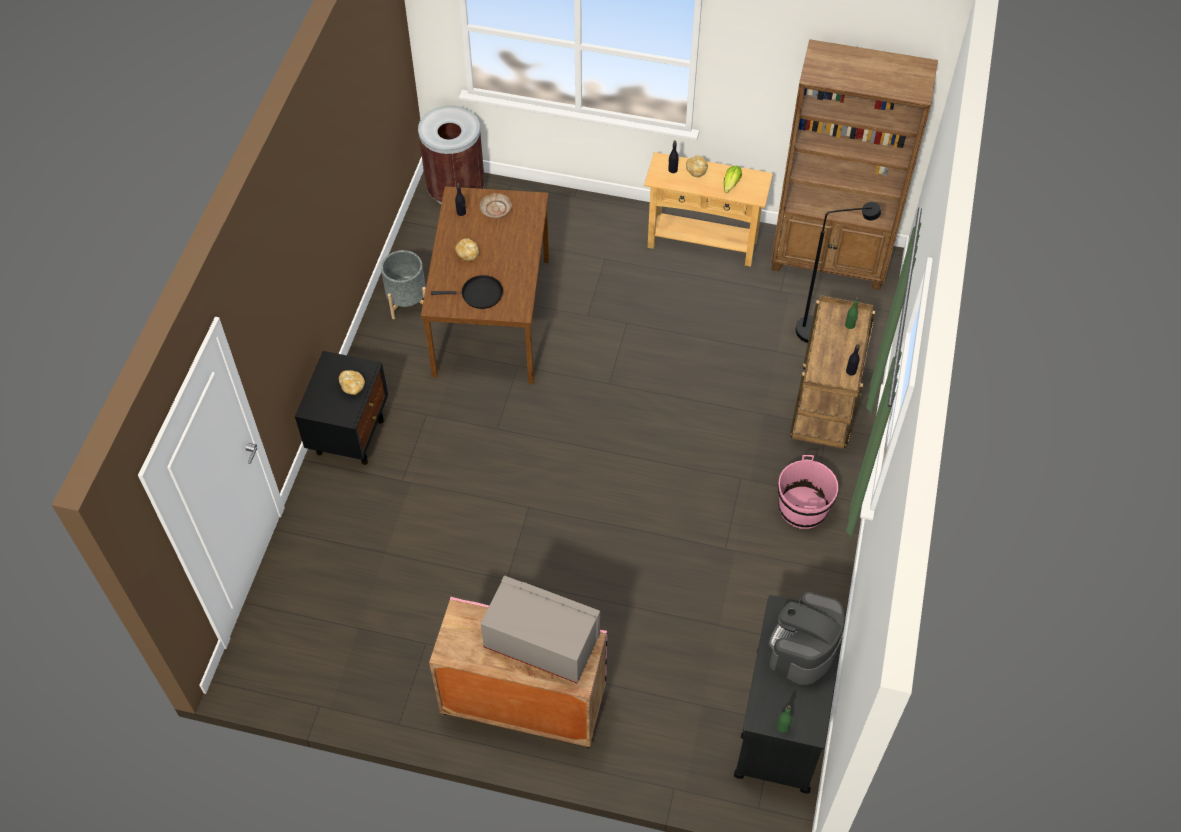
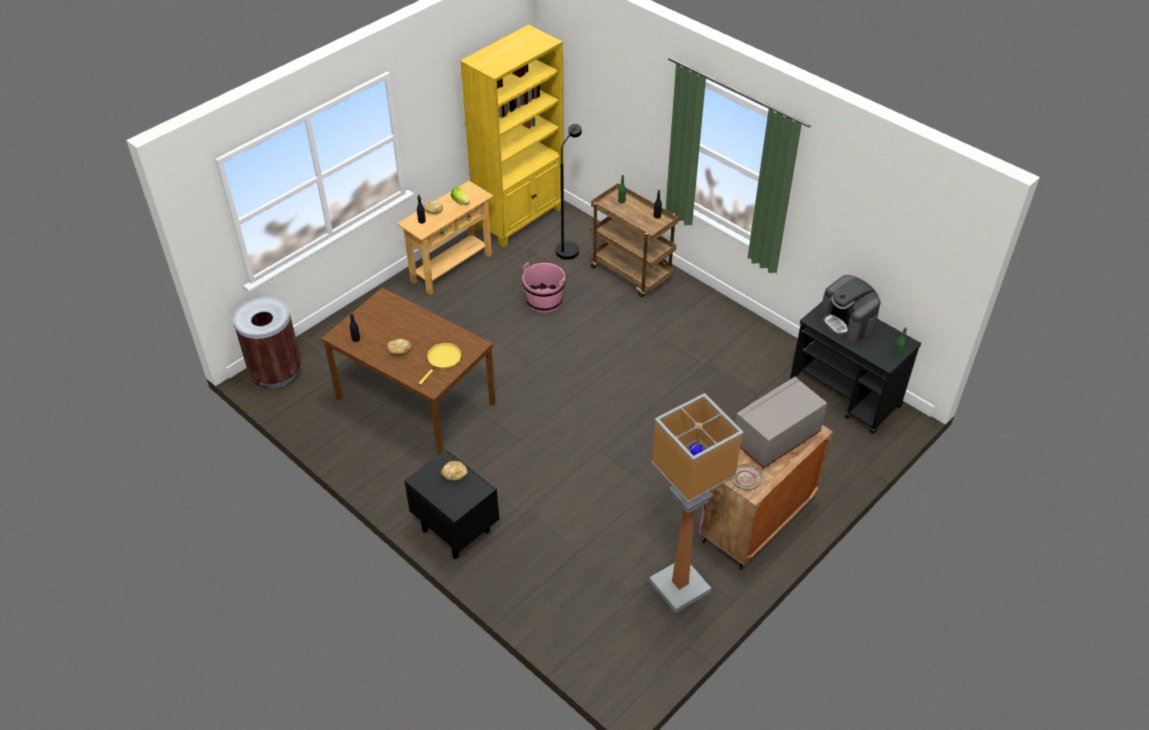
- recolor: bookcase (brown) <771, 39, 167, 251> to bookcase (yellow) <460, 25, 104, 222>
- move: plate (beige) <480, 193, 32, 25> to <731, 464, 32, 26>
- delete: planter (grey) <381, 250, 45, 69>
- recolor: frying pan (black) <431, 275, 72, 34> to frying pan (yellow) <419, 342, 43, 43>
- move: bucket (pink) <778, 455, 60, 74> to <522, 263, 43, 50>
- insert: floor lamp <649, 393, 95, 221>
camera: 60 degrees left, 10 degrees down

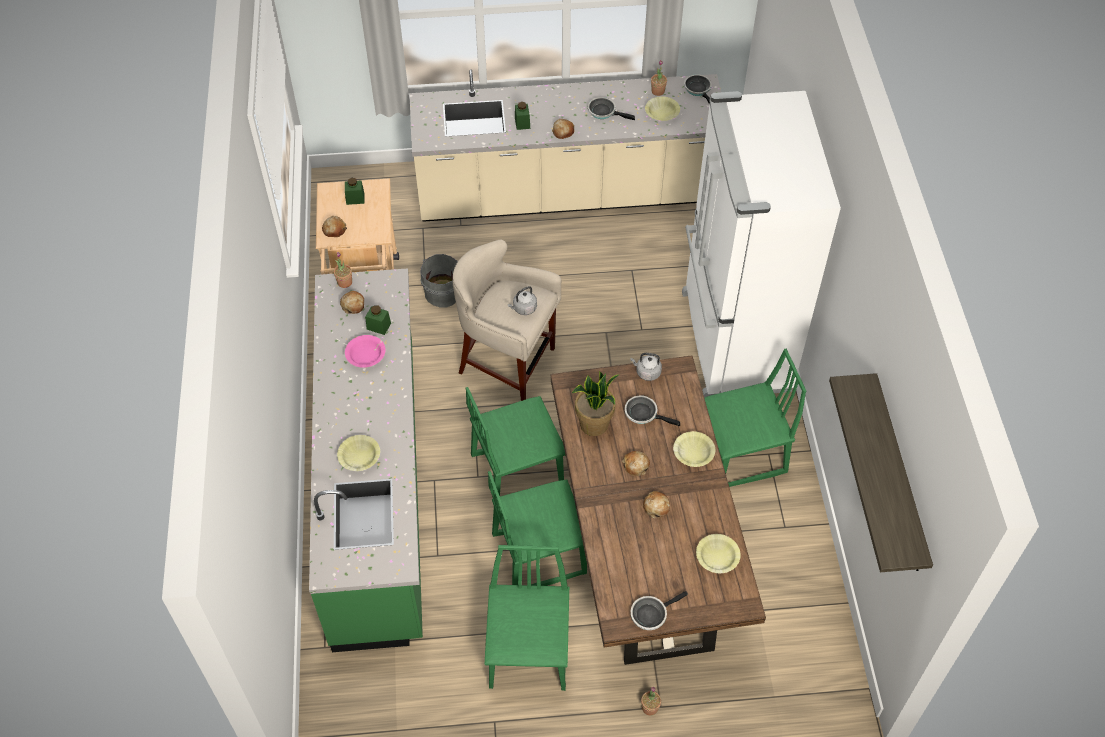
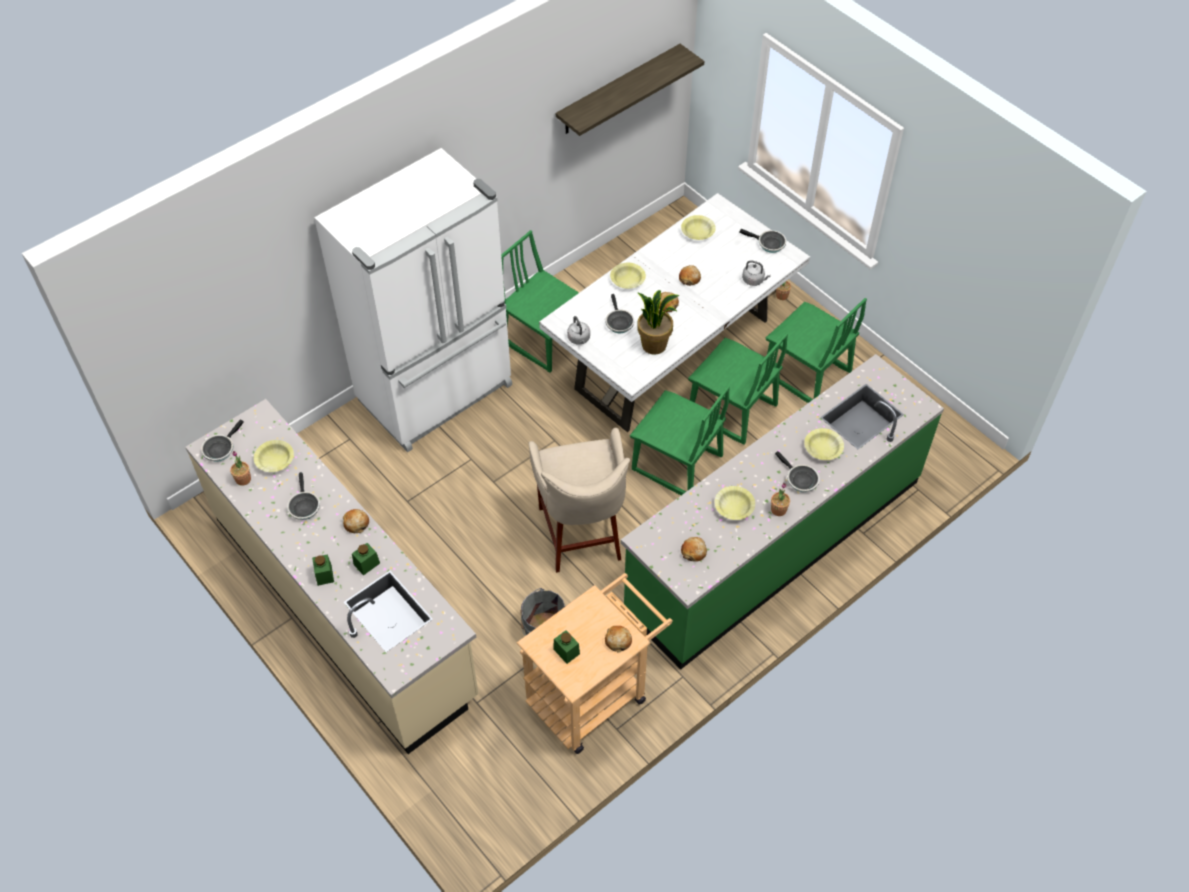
- move: potted plant <334, 252, 18, 36> to <771, 483, 19, 33>
- move: kettle (grey) <508, 286, 29, 29> to <742, 260, 29, 26>
- move: jar (green) <365, 305, 26, 30> to <312, 554, 22, 32>
- recolor: bowl (pink) <345, 335, 40, 33> to bowl (yellow) <715, 486, 40, 34>
- recolor: dining table (brown) <551, 355, 215, 310> to dining table (white) <539, 193, 271, 239>
- rotate: chair (green) <485, 545, 84, 146> = <766, 298, 101, 105> 105 degrees counterclockwise
- insert: frying pan <775, 451, 45, 41>
camera: 125 degrees left, 0 degrees up

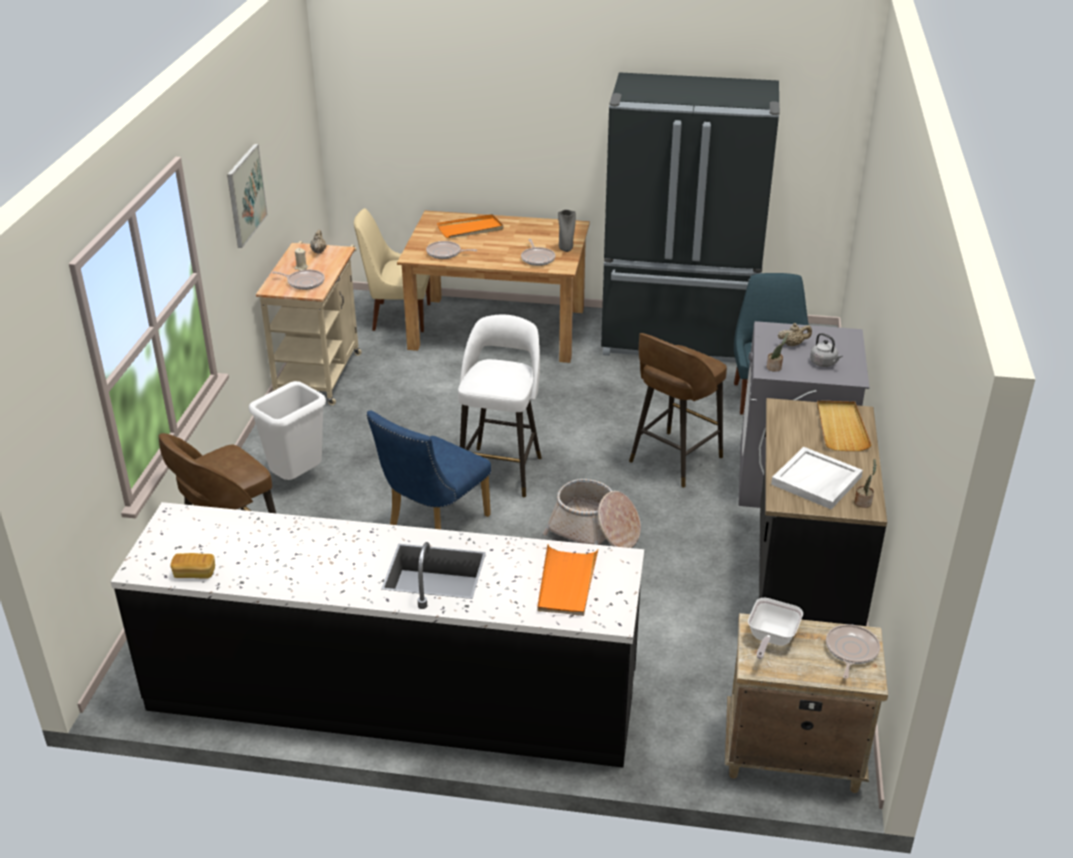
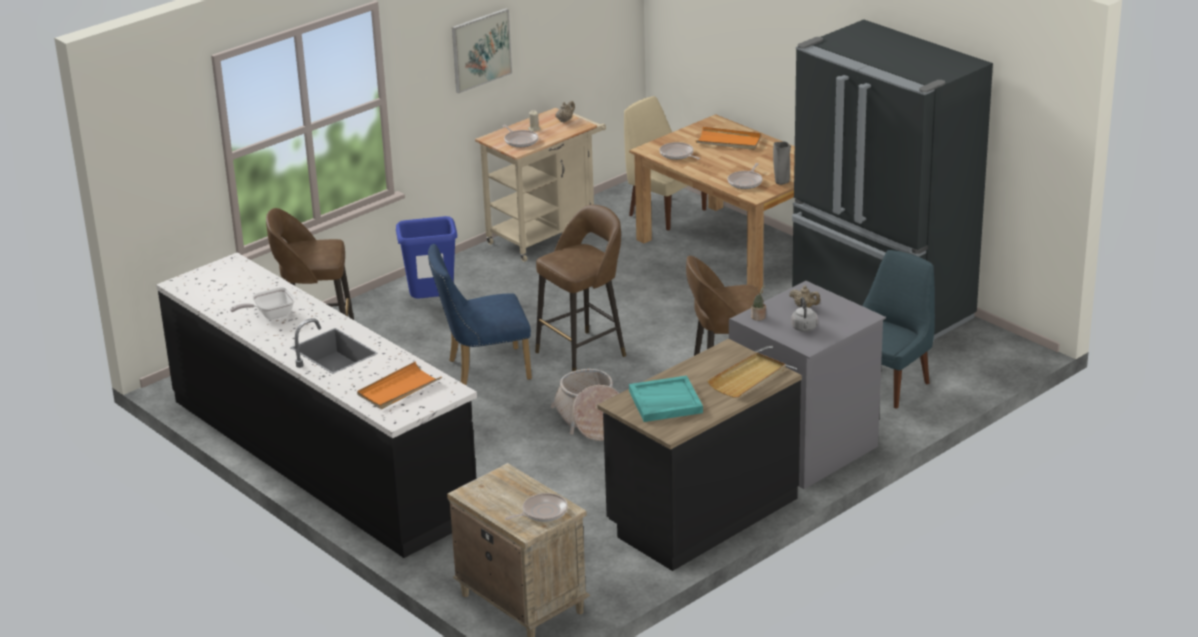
- recolor: stool (white) <458, 315, 84, 183> to stool (brown) <535, 205, 91, 166>
- recolor: trash can (white) <249, 381, 77, 99> to trash can (blue) <396, 216, 61, 82>
- recolor: tray (white) <771, 447, 92, 62> to tray (turquoise) <629, 376, 74, 46>
- delete: potted plant <854, 459, 22, 49>
- delete: bread <171, 553, 44, 26>
- move: frying pan <748, 598, 55, 61> to <230, 287, 65, 33>
camera: 40 degrees right, 5 degrees down

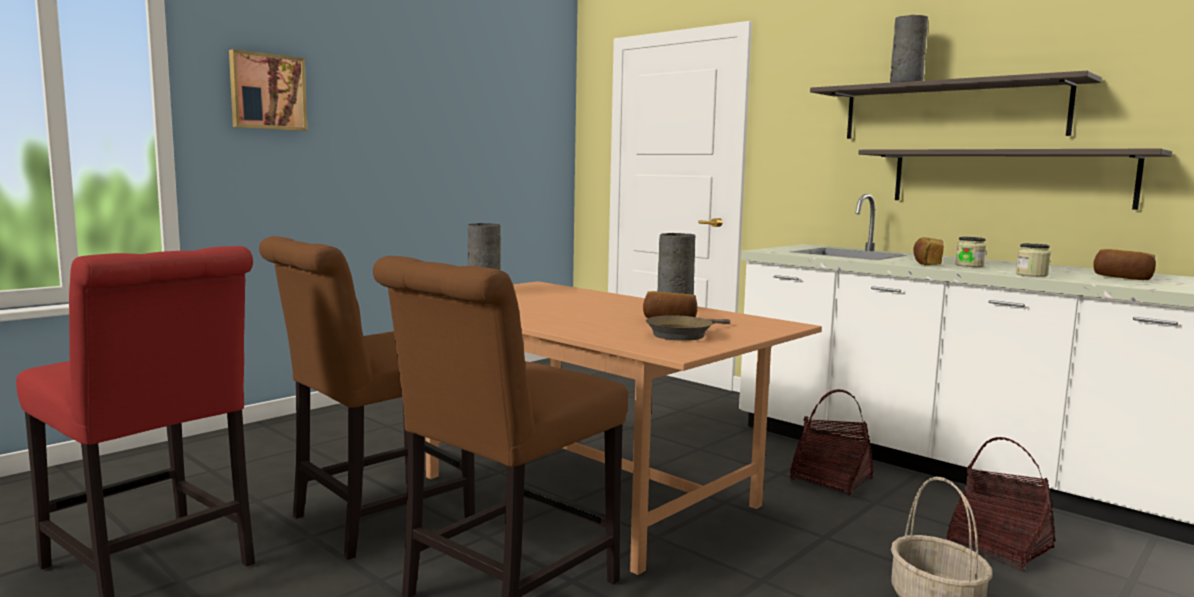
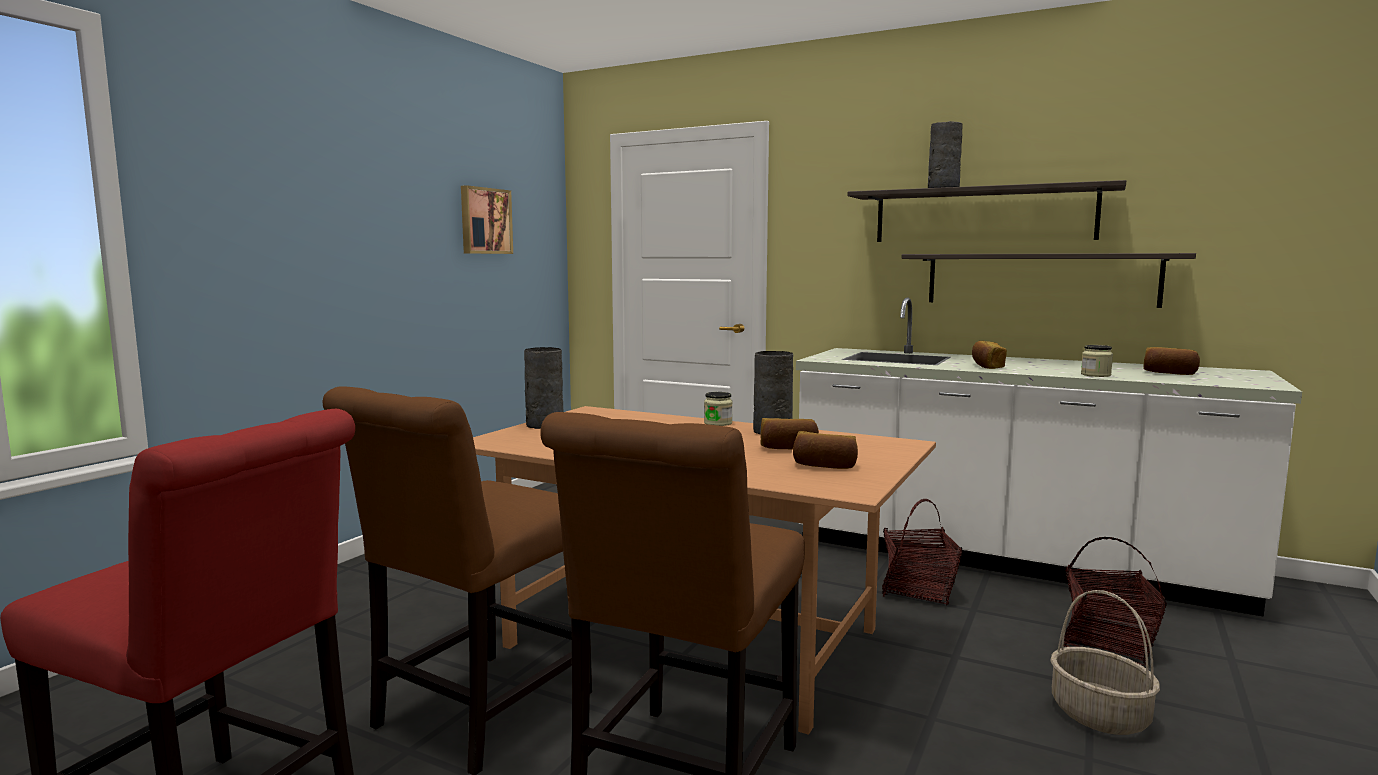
- move: picture <229, 49, 78, 82> to <461, 185, 52, 69>
- move: jar <955, 237, 31, 30> to <704, 392, 29, 34>
- replace: frying pan (brown) <646, 315, 84, 26> to bread <793, 431, 65, 38>
camera: 15 degrees left, 0 degrees up

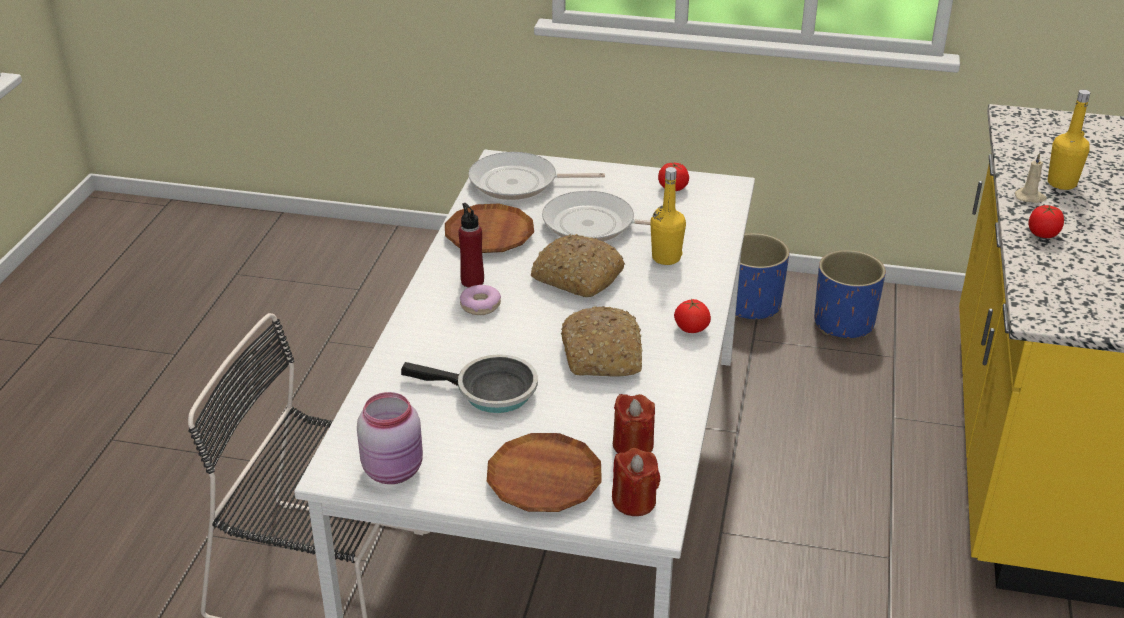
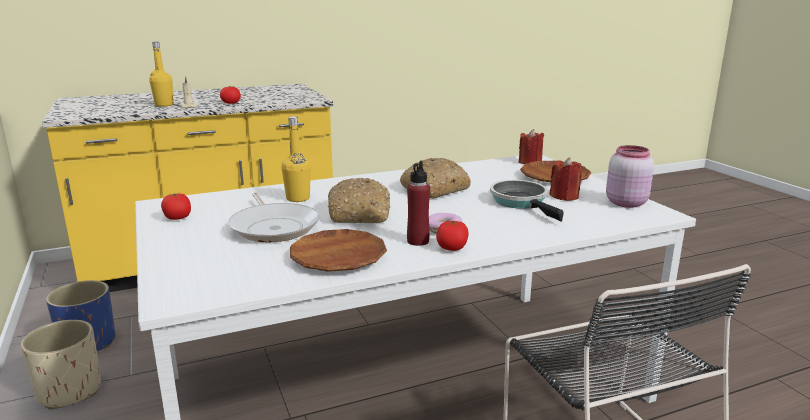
- delete: frying pan <468, 152, 137, 48>
- recolor: planter (blue) <735, 233, 54, 86> to planter (beige) <21, 320, 80, 90>
- move: tomato <674, 299, 37, 34> to <436, 220, 33, 31>
- move: candle (red) <613, 394, 42, 59> to <549, 157, 34, 44>
camera: 125 degrees left, 15 degrees down

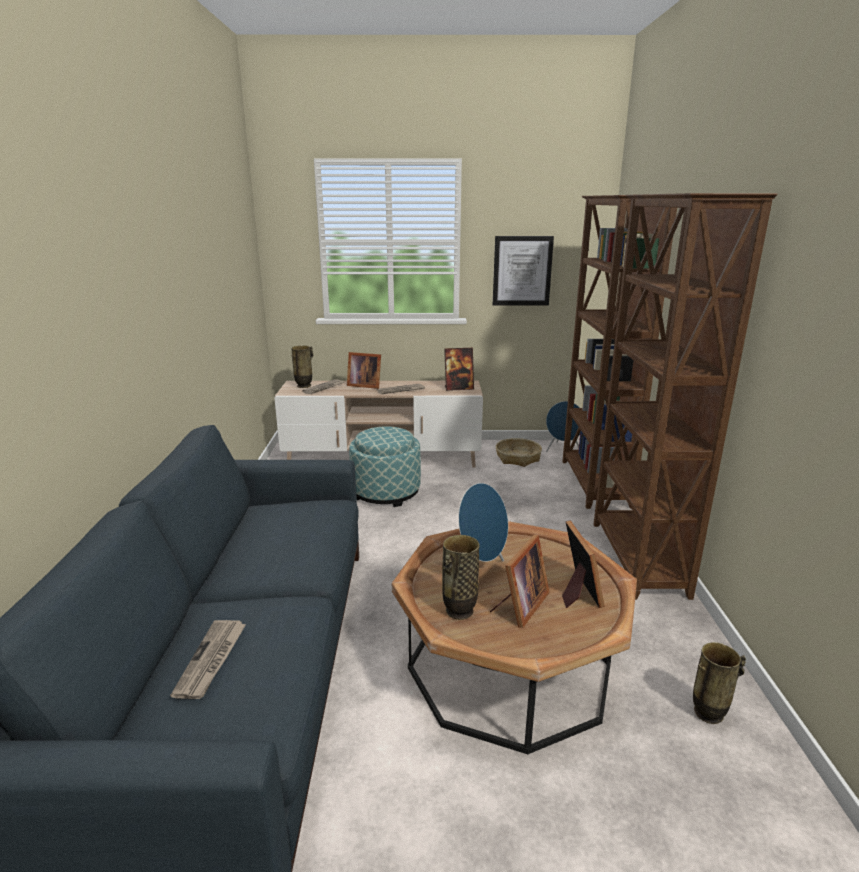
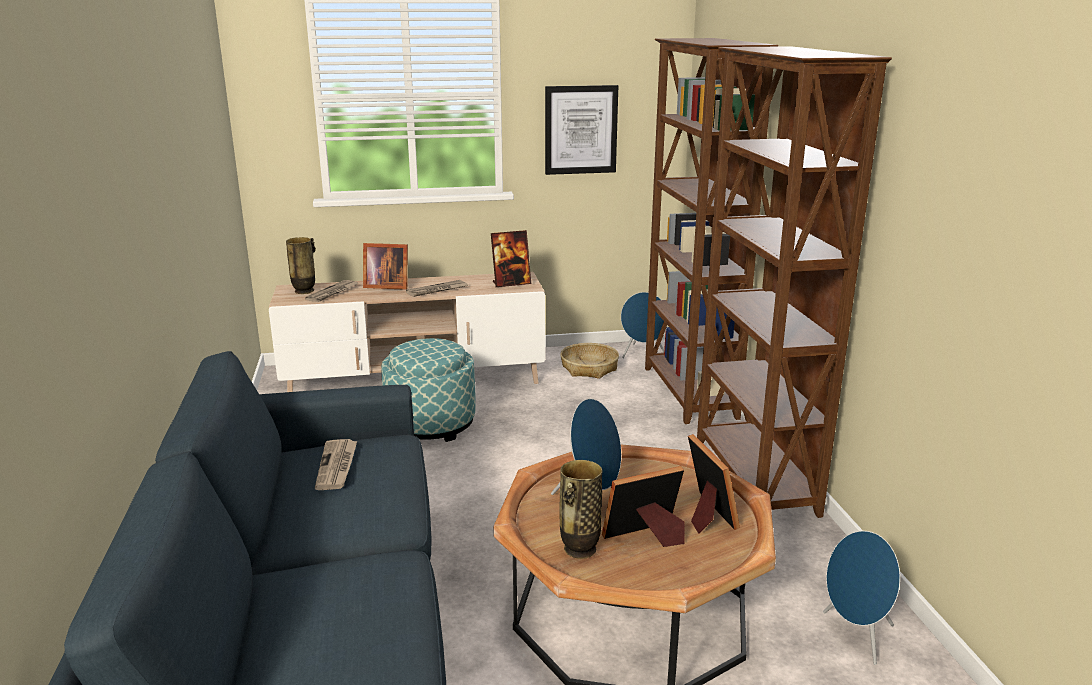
- rotate: picture frame <490, 535, 60, 93> = <602, 466, 82, 81> 135 degrees counterclockwise
- move: newspaper <170, 620, 76, 79> to <315, 439, 42, 51>
- replace: vase <693, 642, 53, 82> to speaker (blue) <823, 531, 77, 134>
camera: 10 degrees left, 0 degrees up

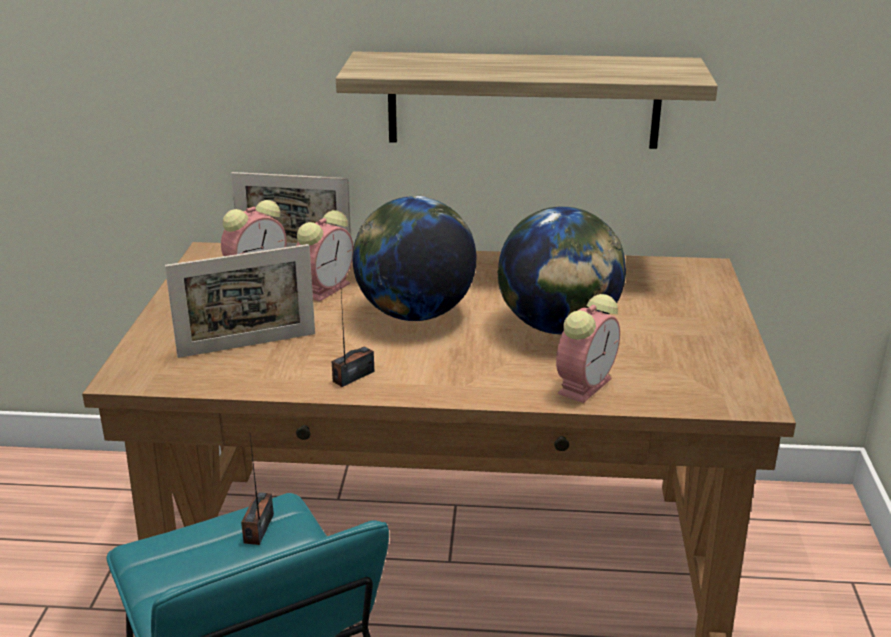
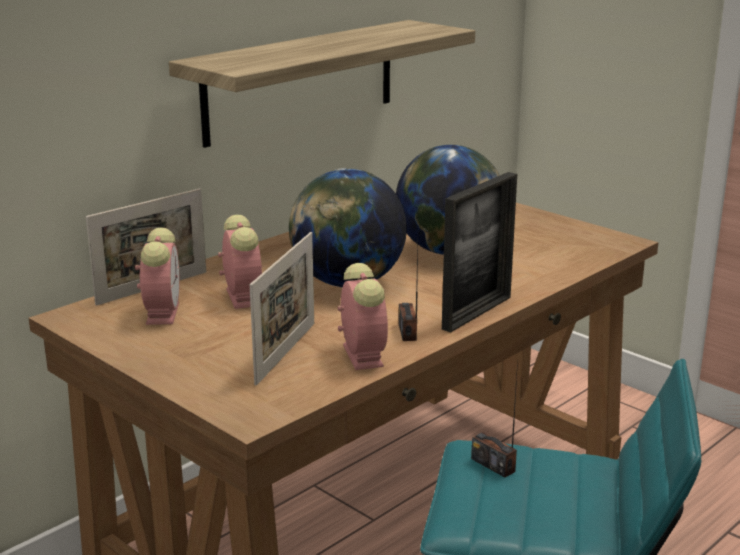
- move: alarm clock <556, 294, 64, 109> to <338, 263, 50, 107>
- insert: picture frame <442, 172, 75, 160>
camera: 50 degrees left, 5 degrees down

